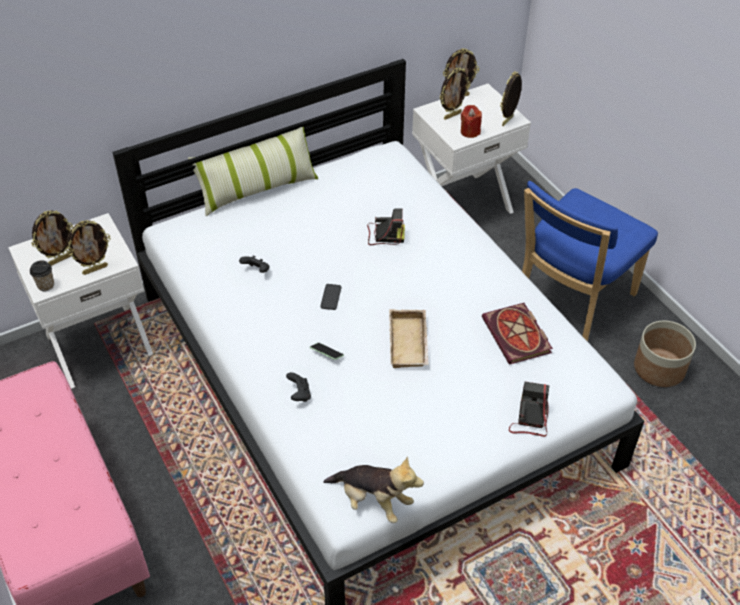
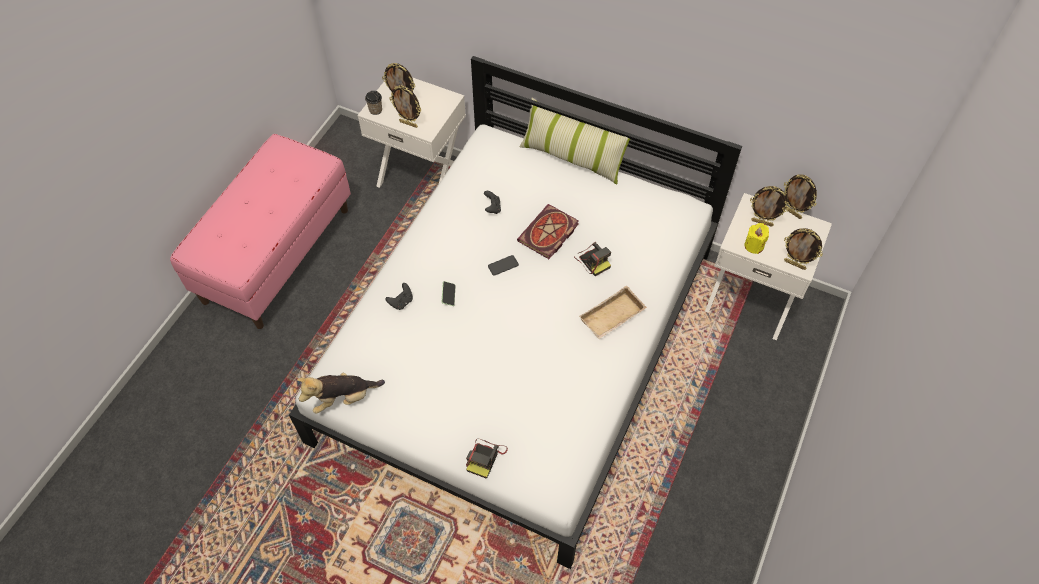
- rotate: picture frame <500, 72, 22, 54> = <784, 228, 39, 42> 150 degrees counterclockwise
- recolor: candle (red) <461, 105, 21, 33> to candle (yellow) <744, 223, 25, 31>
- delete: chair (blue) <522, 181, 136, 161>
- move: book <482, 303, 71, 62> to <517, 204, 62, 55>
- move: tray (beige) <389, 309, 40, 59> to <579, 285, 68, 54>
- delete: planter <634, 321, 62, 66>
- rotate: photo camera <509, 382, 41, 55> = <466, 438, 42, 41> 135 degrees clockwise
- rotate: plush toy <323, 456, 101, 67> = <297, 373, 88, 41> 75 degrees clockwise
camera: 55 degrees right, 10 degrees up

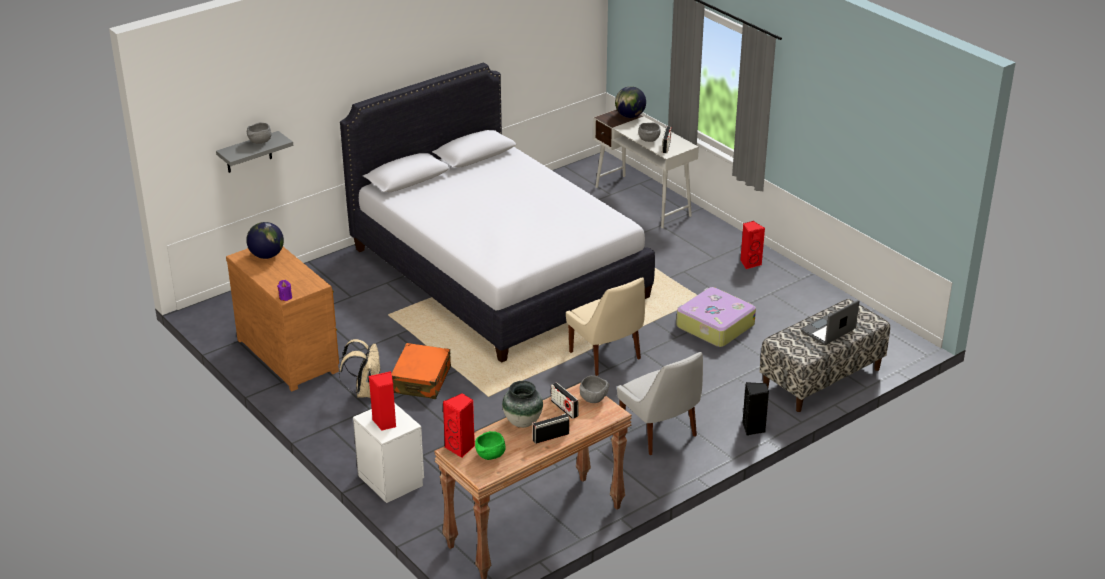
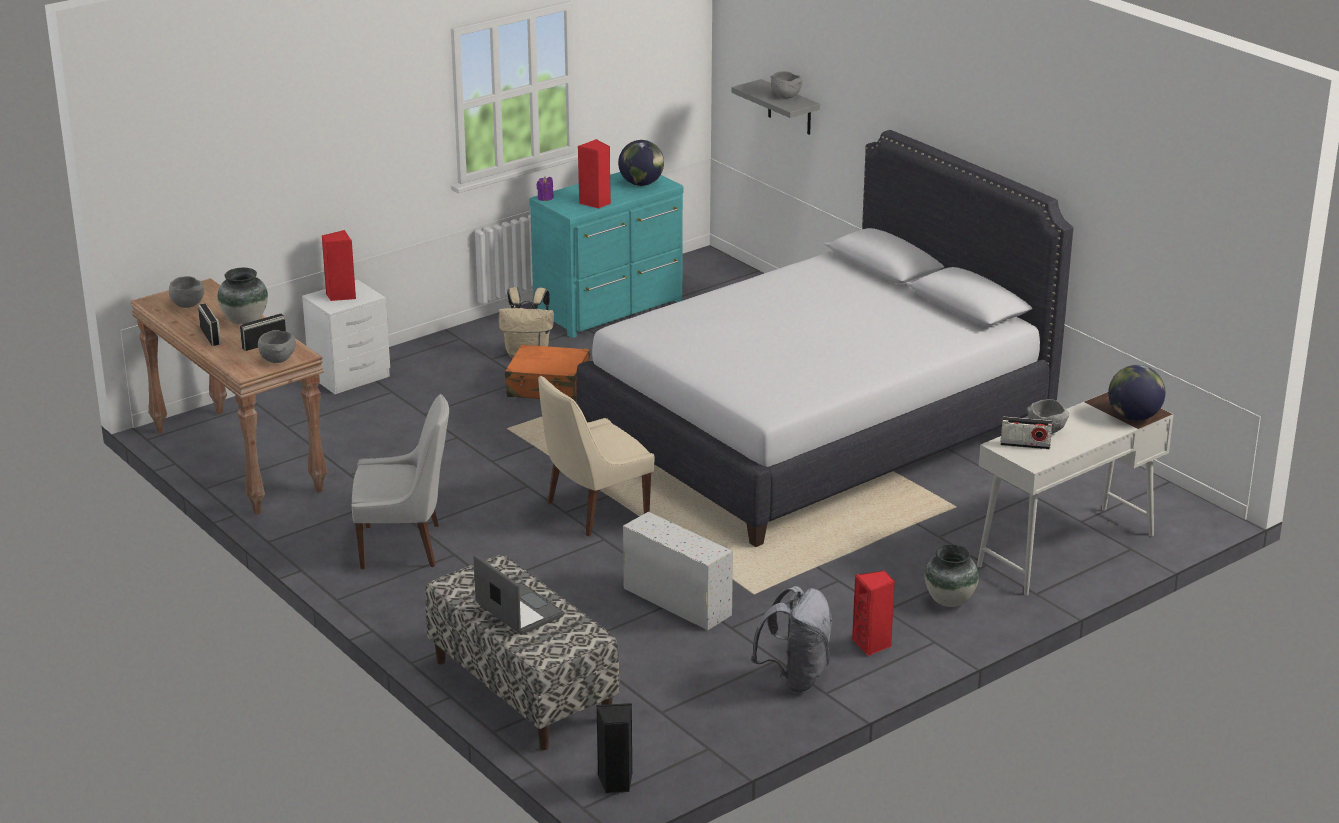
- recolor: dresser (brown) <226, 247, 113, 144> to dresser (turquoise) <529, 172, 154, 166>
- replace: suitcase <676, 287, 80, 60> to storage box (white) <623, 512, 110, 118>
- rotate: chair (white) <617, 352, 86, 103> = <351, 394, 98, 175> 150 degrees counterclockwise
- move: speaker (black) <742, 382, 27, 54> to <596, 703, 37, 90>
- move: speaker (red) <443, 393, 32, 65> to <578, 139, 33, 70>
- recolor: bowl (green) <475, 431, 31, 29> to bowl (grey) <169, 276, 35, 32>
- insert: vase <925, 545, 54, 62>
- insert: backpack (grey) <751, 586, 82, 107>
camera: 90 degrees right, 5 degrees down

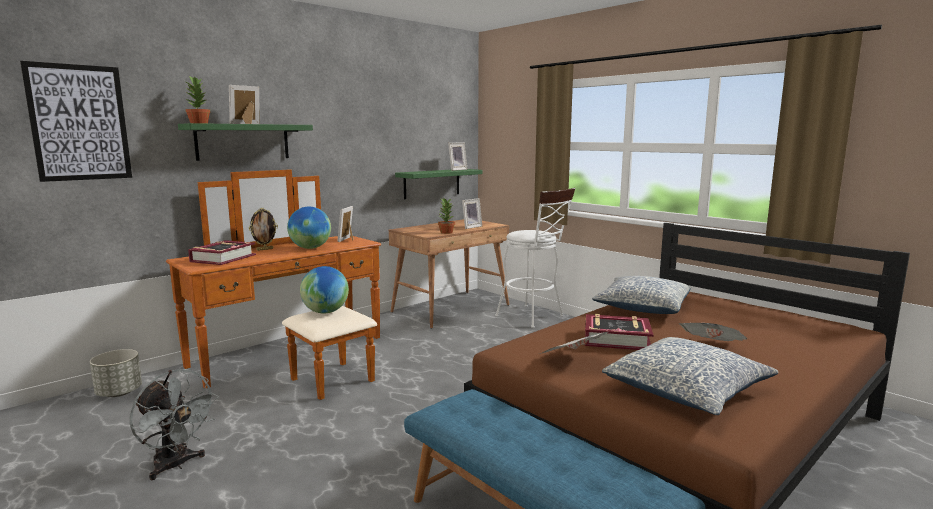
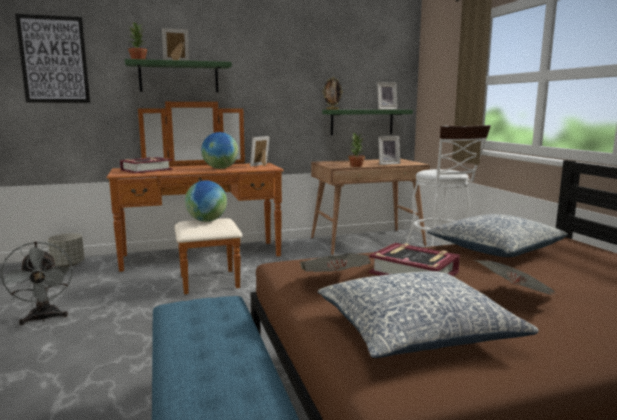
- move: picture frame <249, 208, 29, 43> to <323, 77, 20, 33>
camera: 25 degrees right, 0 degrees up

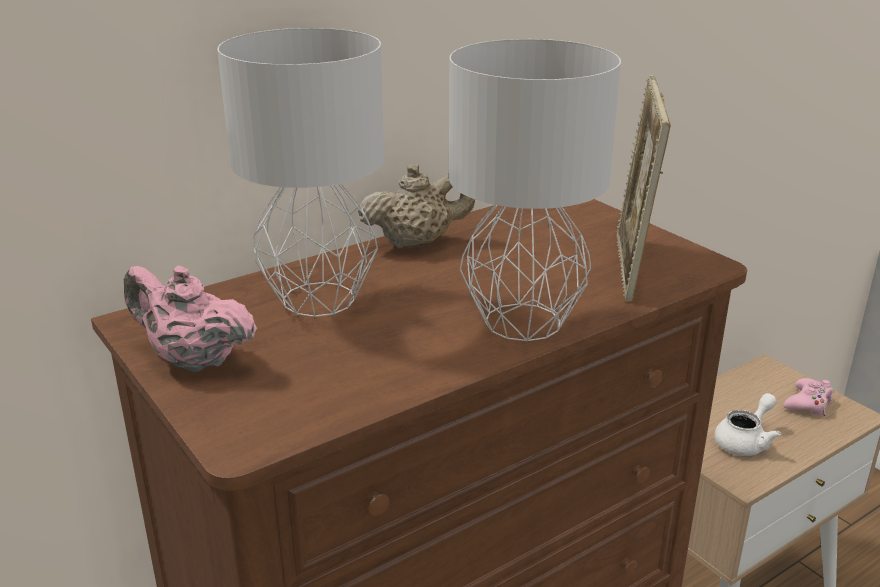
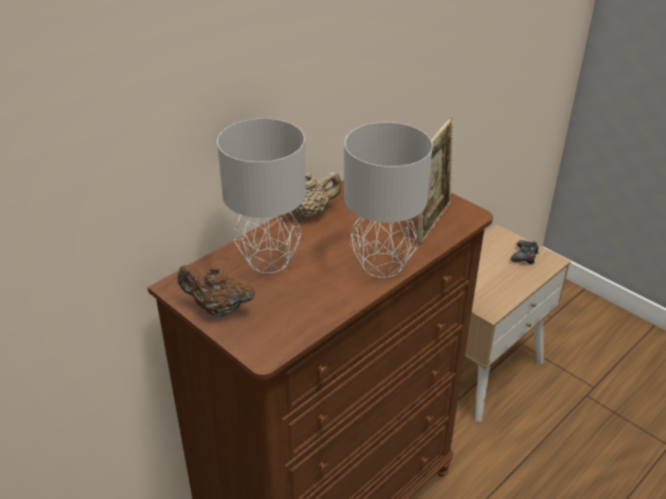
- rotate: picture frame <616, 75, 55, 227> = <418, 118, 35, 126> 150 degrees counterclockwise
- recolor: teapot (pink) <124, 265, 133, 107> to teapot (brown) <177, 265, 78, 52>
- recolor: game controller (pink) <784, 378, 50, 38> to game controller (black) <511, 240, 28, 24>
- delete: teapot (white) <714, 393, 67, 63>
camera: 10 degrees left, 10 degrees up

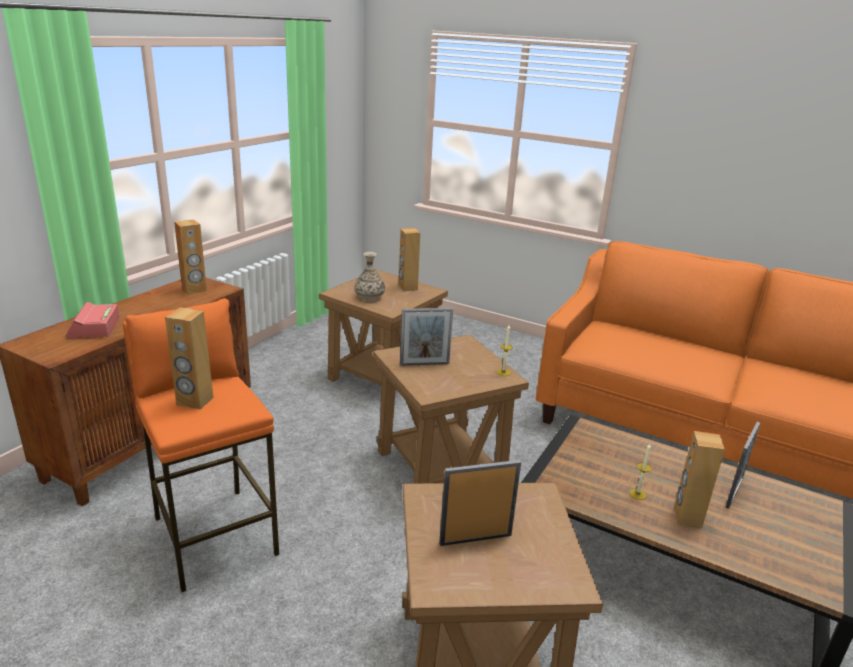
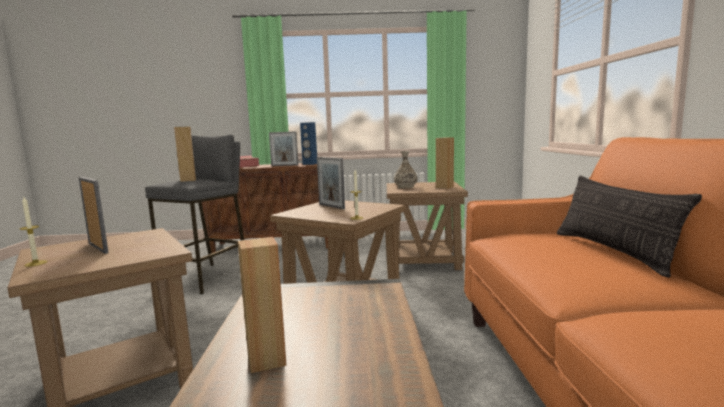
- recolor: speaker (brown) <174, 220, 33, 75> to speaker (blue) <300, 122, 17, 43>
- recolor: stool (orange) <123, 298, 156, 294> to stool (grey) <145, 135, 99, 159>
- move: picture frame <726, 422, 34, 87> to <269, 131, 30, 35>
- move: candle <630, 444, 22, 56> to <20, 197, 27, 70>
- insert: pillow <557, 175, 145, 103>
camera: 60 degrees right, 15 degrees down

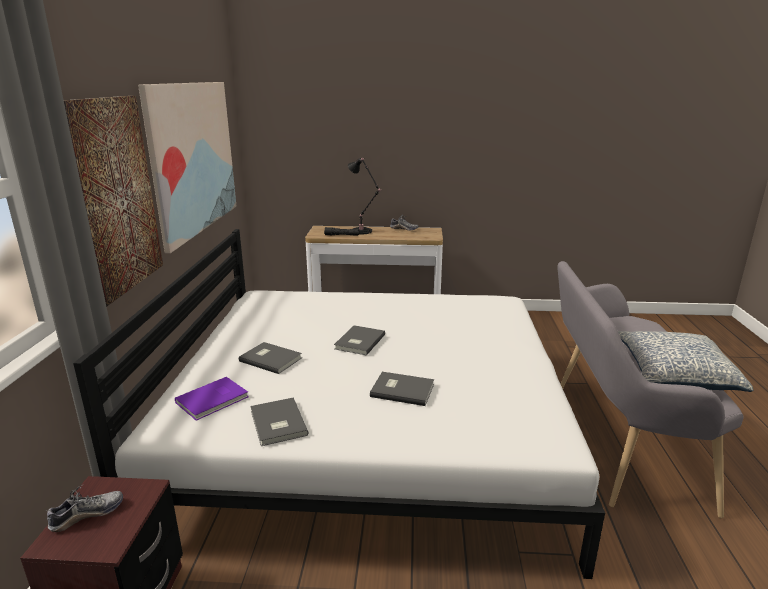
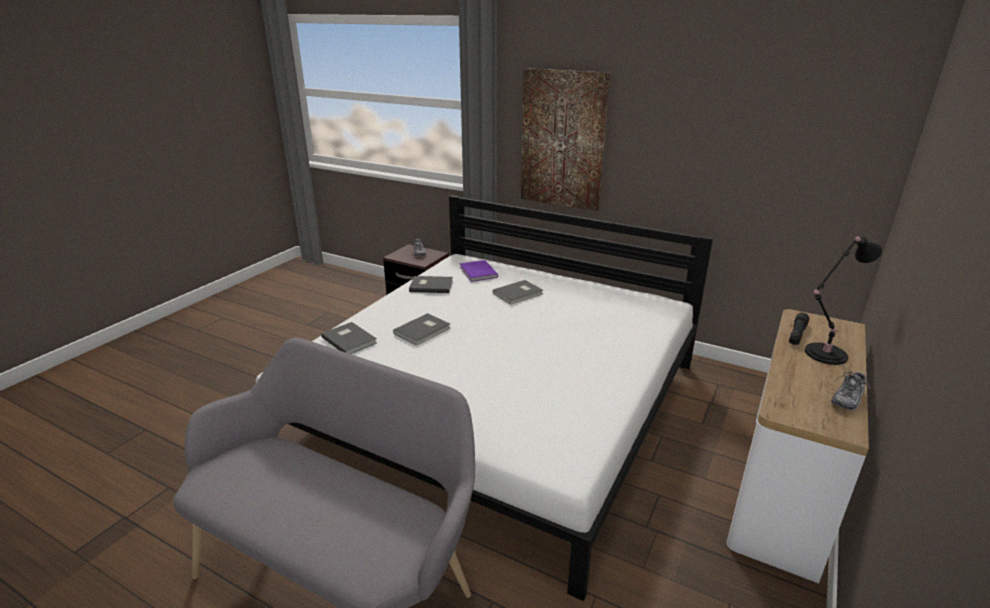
- delete: picture <138, 82, 99, 171>
- move: book (grey) <334, 325, 51, 31> to <321, 322, 56, 32>
- delete: pillow <618, 331, 136, 61>
camera: 115 degrees right, 5 degrees up

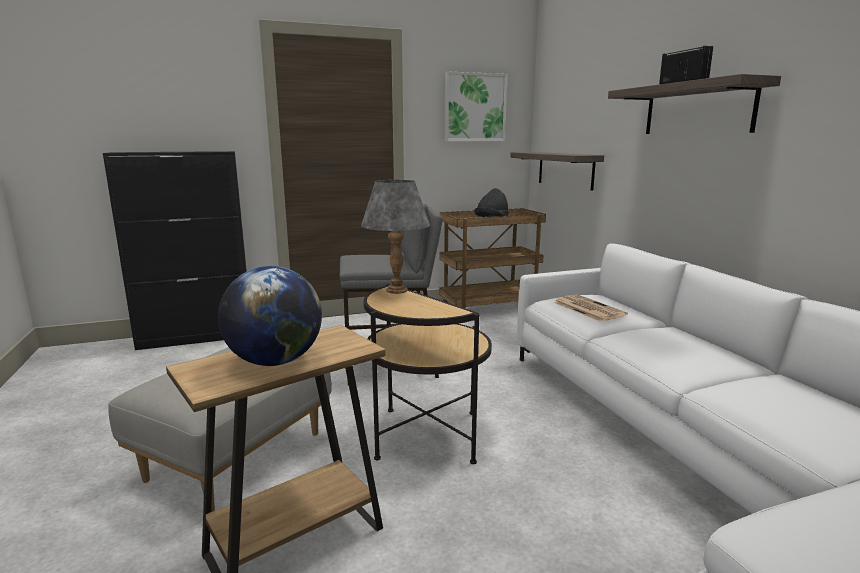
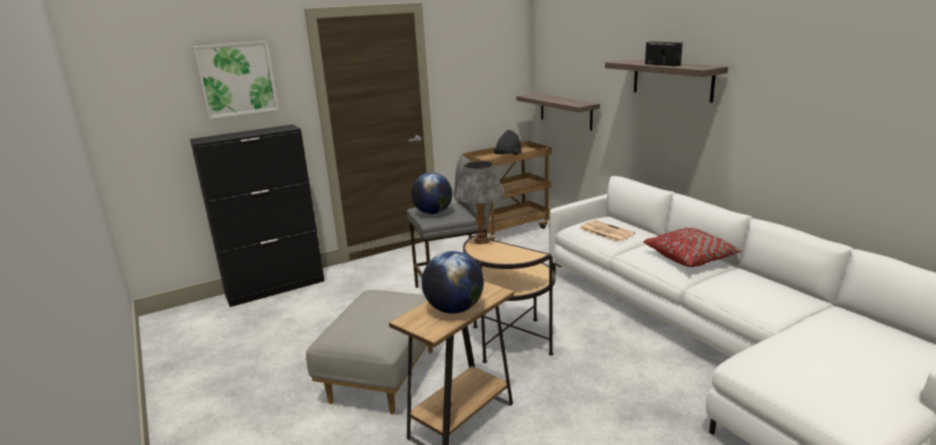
- move: picture <445, 71, 62, 71> to <193, 41, 86, 78>
- insert: globe <411, 172, 41, 42>
- insert: pillow (red) <643, 228, 100, 39>
camera: 10 degrees left, 5 degrees up

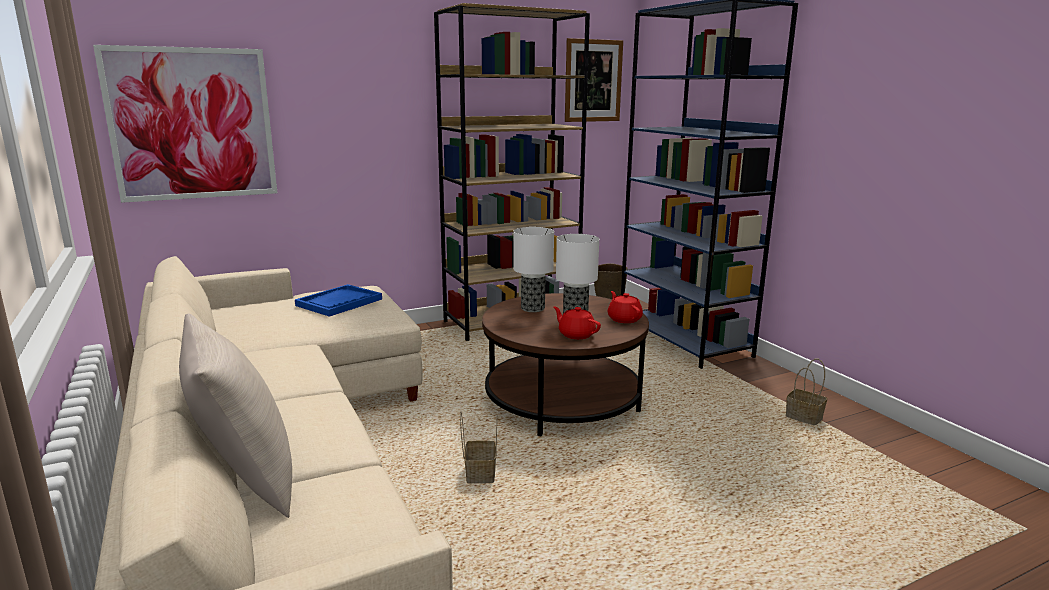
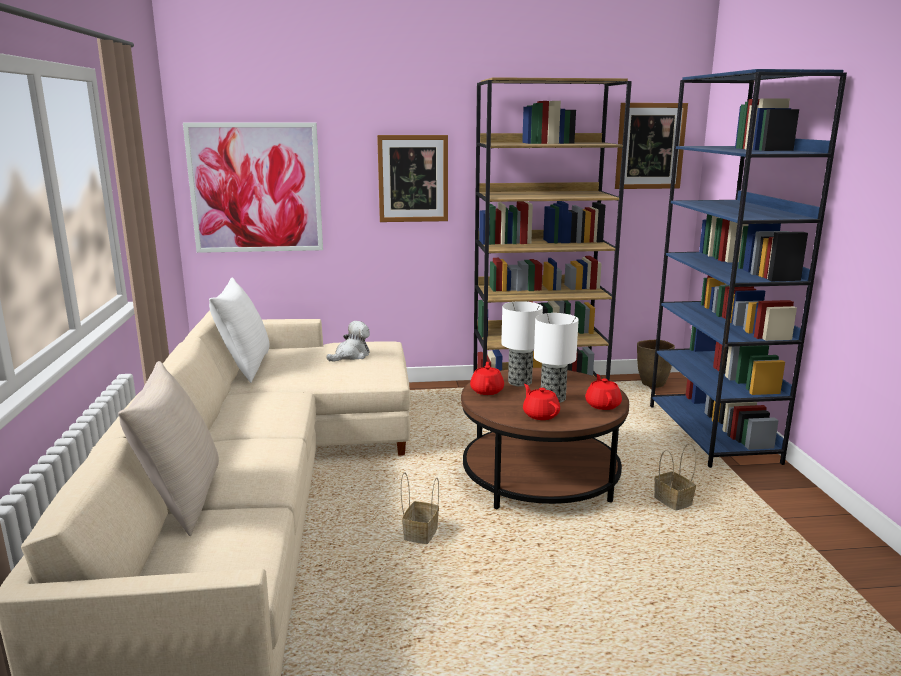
- replace: tray (blue) <295, 284, 87, 33> to plush toy <327, 321, 43, 41>
- move: basket <786, 359, 41, 67> to <654, 443, 42, 68>
- insert: picture <377, 135, 71, 87>
- insert: pillow (white) <209, 278, 61, 105>
- insert: teapot (red) <470, 362, 34, 33>
camera: 20 degrees right, 0 degrees up

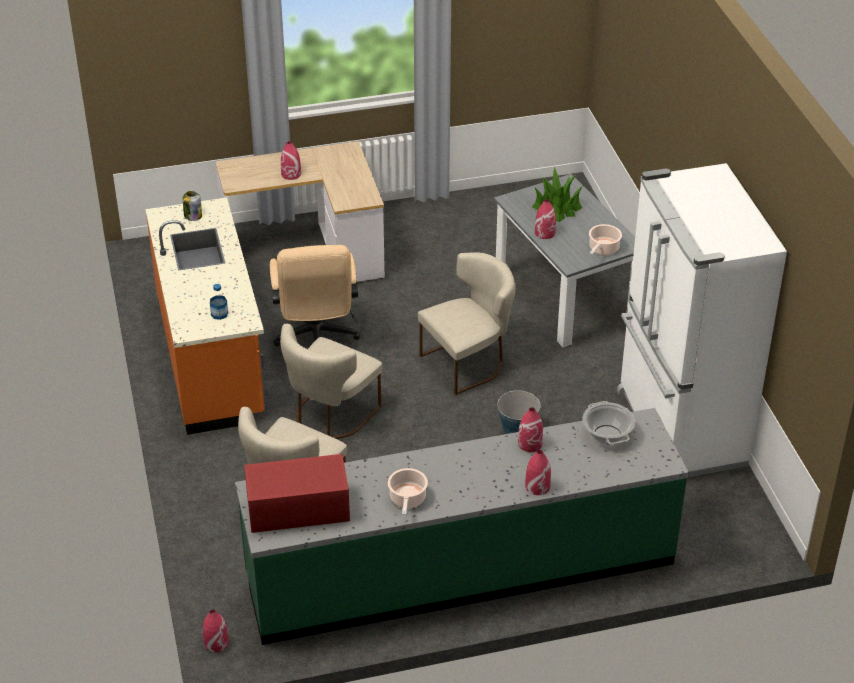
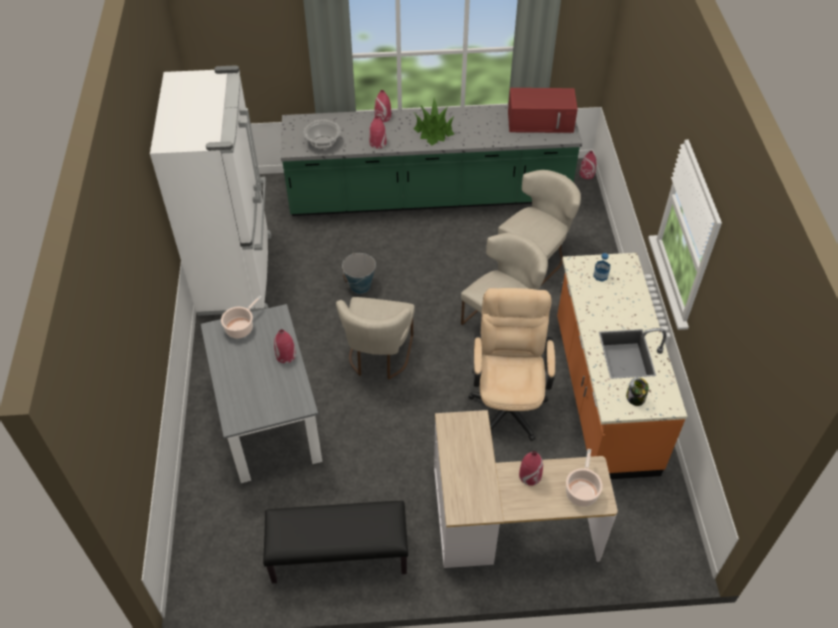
- move: potted plant <532, 167, 51, 55> to <414, 98, 41, 47>
- rotate: chair (beige) <418, 253, 98, 142> = <336, 297, 79, 83> 60 degrees counterclockwise
- move: cooking pot <388, 468, 40, 47> to <566, 449, 37, 58>
- insert: bench (black) <263, 501, 145, 82>
camera: 170 degrees left, 10 degrees up

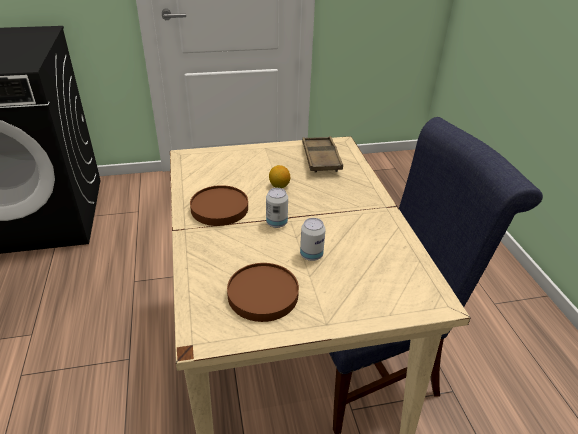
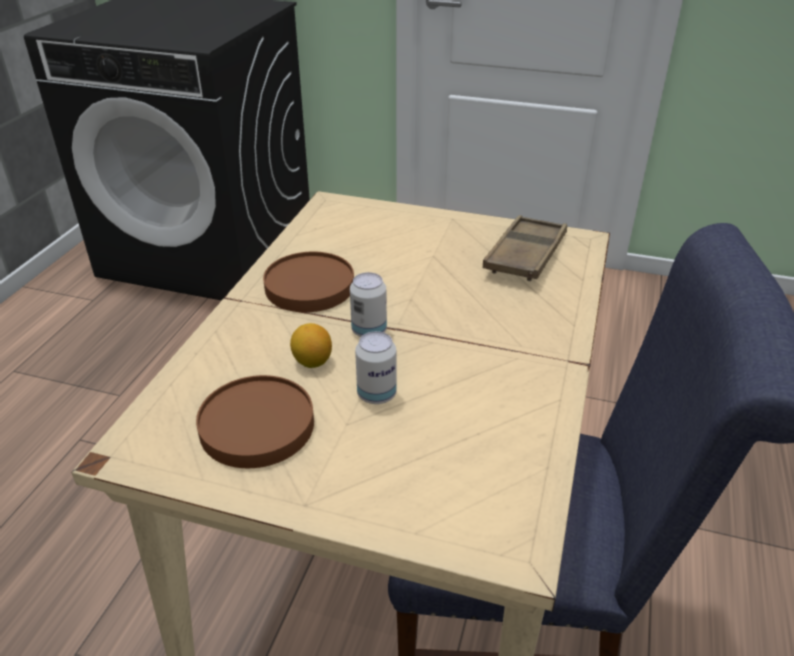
- move: lemon <269, 165, 21, 23> to <290, 323, 42, 45>
camera: 30 degrees right, 0 degrees up

